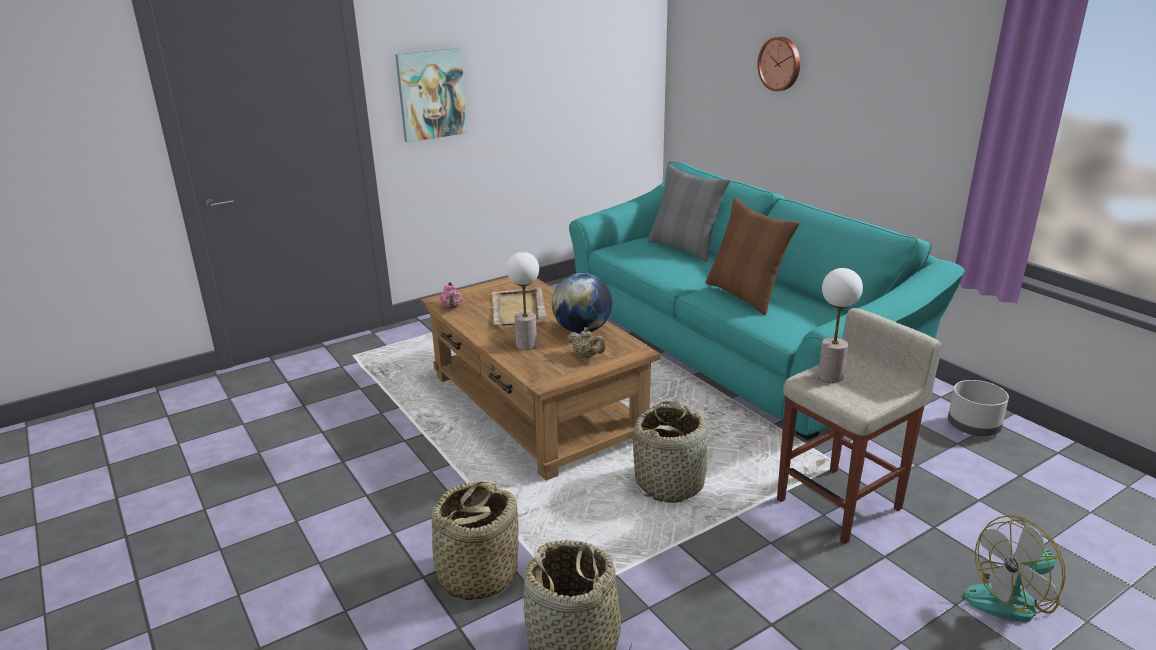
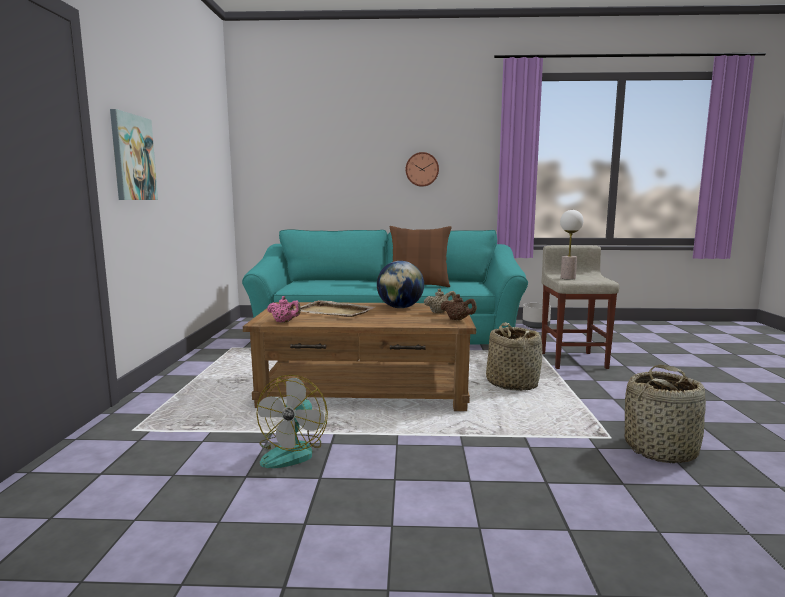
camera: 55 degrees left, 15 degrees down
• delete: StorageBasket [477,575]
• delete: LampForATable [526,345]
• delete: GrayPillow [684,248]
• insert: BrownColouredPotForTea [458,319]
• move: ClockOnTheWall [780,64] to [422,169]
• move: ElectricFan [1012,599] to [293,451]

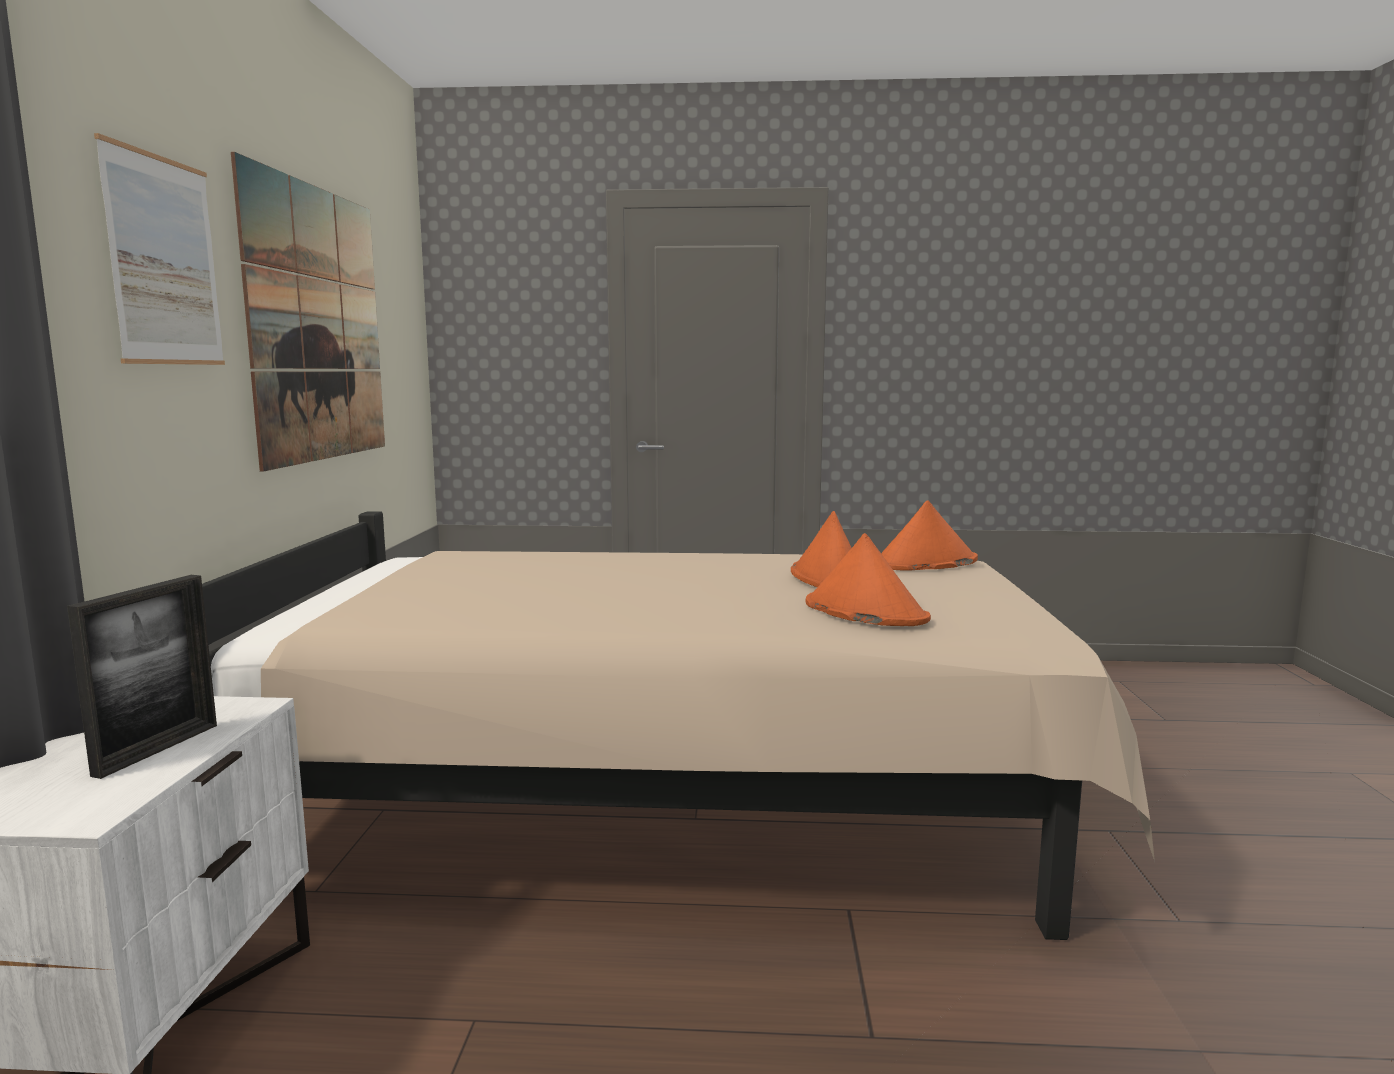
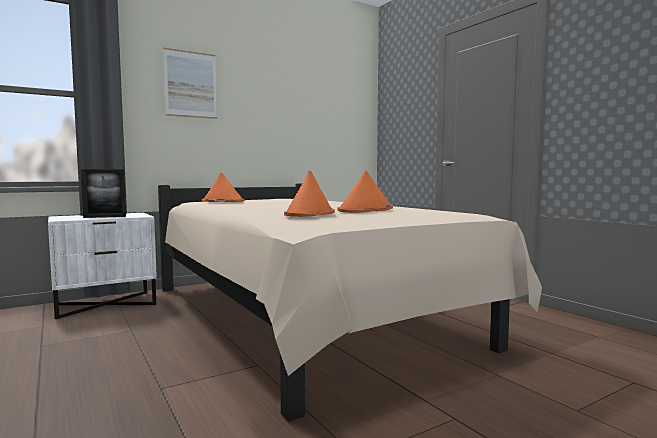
camera: 55 degrees right, 5 degrees down
• delete: Picture [317,324]
• move: OrangeWearableHat [925,563] to [222,201]

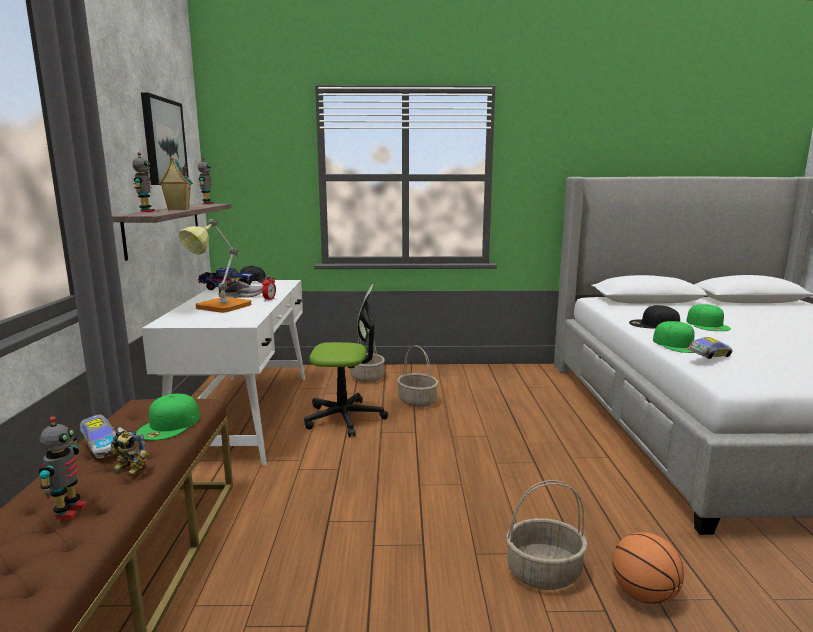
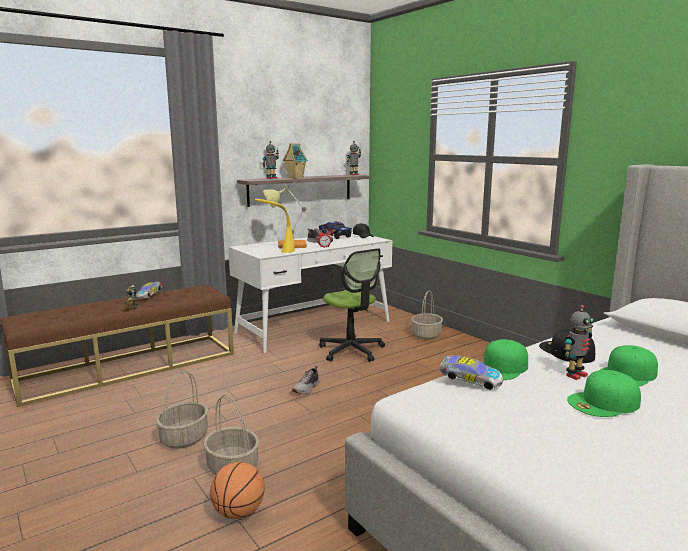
camera: 55 degrees right, 0 degrees up
• delete: Picture [163,142]
• insert: YellowColouredLampForATable [276,254]
• insert: Shoe [307,388]
• move: ToyRobot [69,511] to [575,375]
• move: GreenCap [169,425] to [604,403]
• move: StorageBasket [417,401] to [184,438]

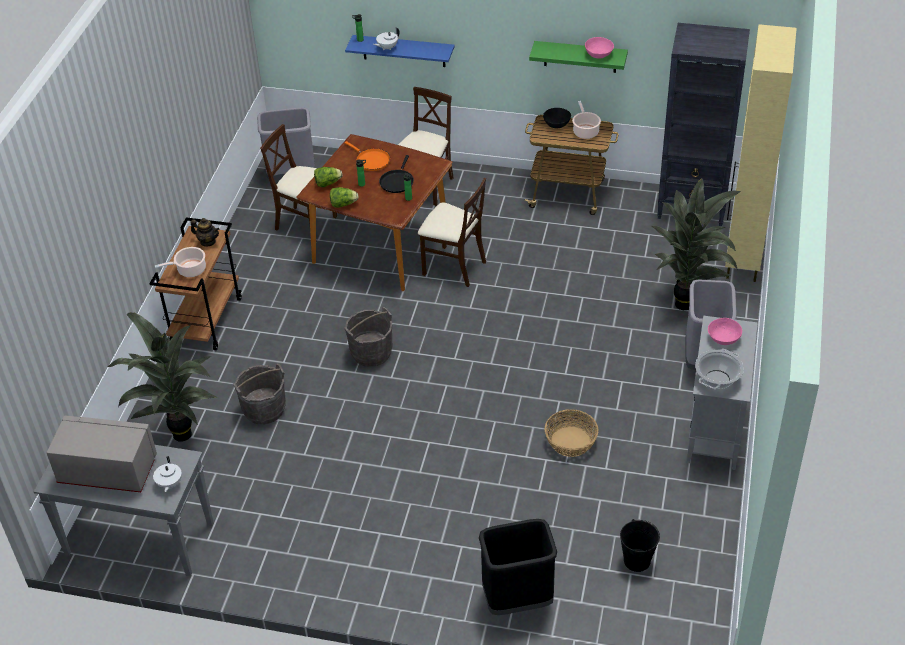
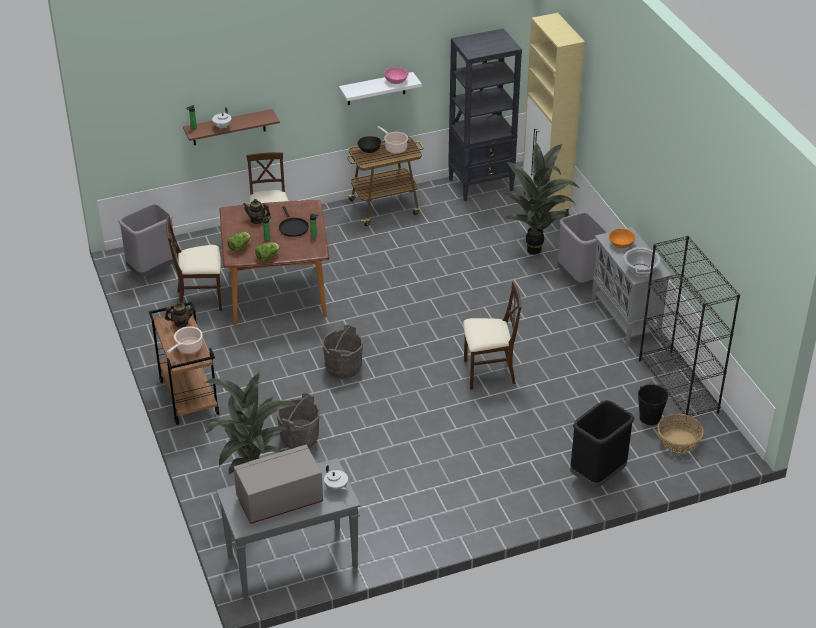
camera: 35 degrees left, 5 degrees down
• insert: BlackColouredBookcase [678,386]
• move: BeigeColouredUprightChair [454,267] to [488,373]
• move: StorageBasket [571,441] to [678,440]
• replace: OrangeFryingPan [371,160] to PotForTea [257,220]
• recolor: BluishBracketShelf [403,51] to BrownColouredBracketShelf [229,127]
• recolor: GreenBracketShelf [580,57] to WhitishBracketShelf [376,89]
• recolor: PinkColouredDeepDish [723,339] to OrangeDeepDish [621,244]

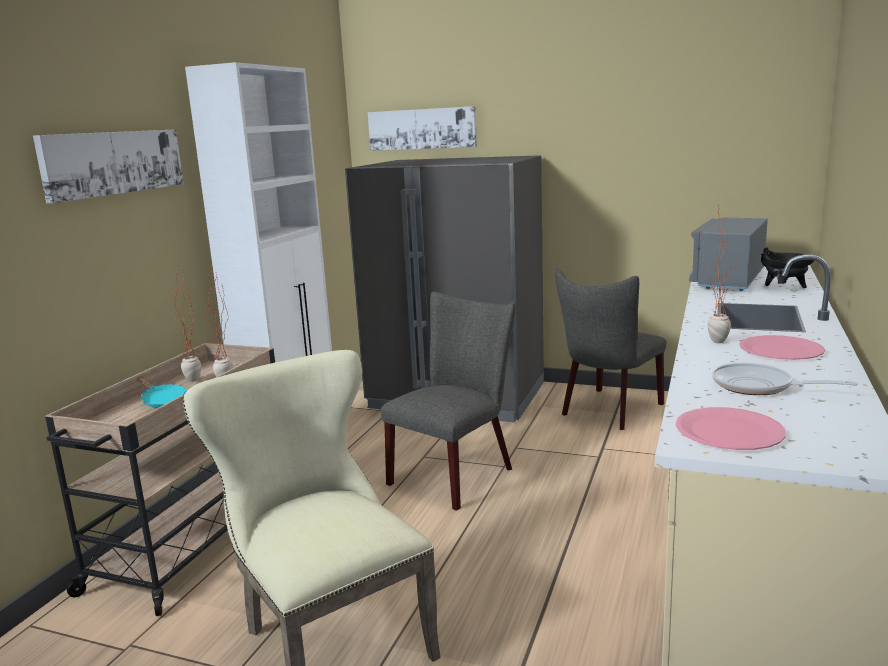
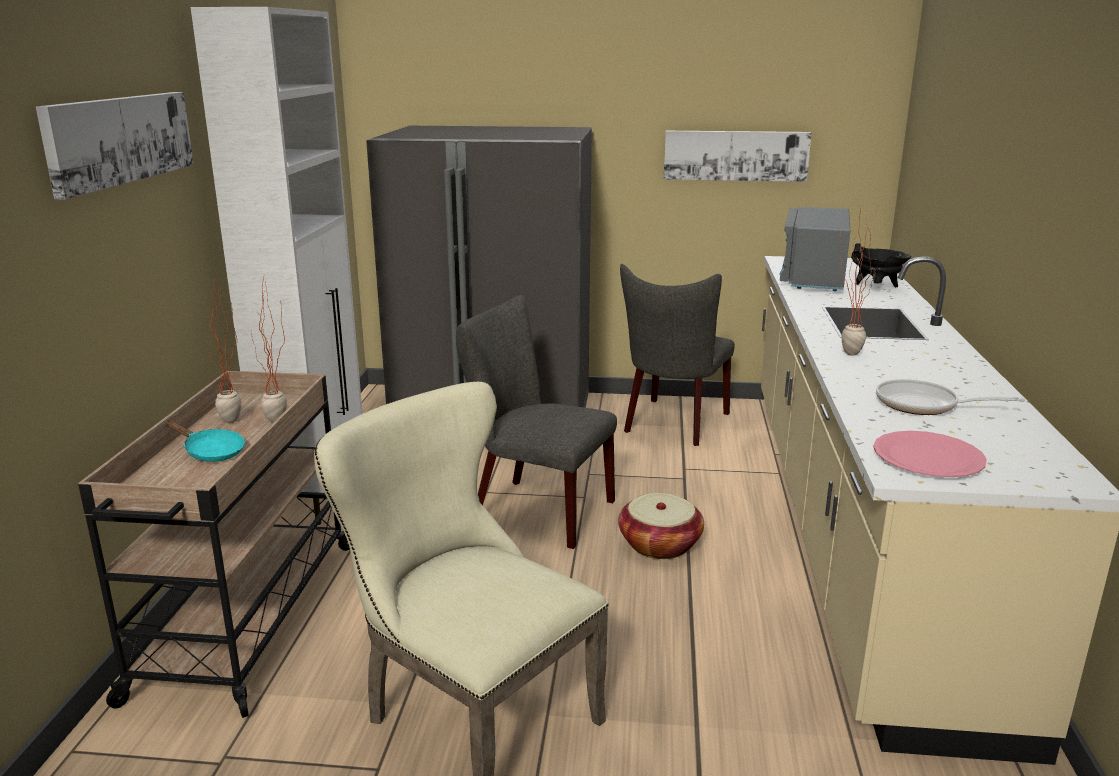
camera: 15 degrees left, 5 degrees up
• delete: PinkColouredFlatDish [780,350]
• insert: StorageBasket [659,545]
• move: Picture [422,129] to [735,155]
• rotate: GrayUprightChair [457,473] = [534,509] 90 degrees counterclockwise

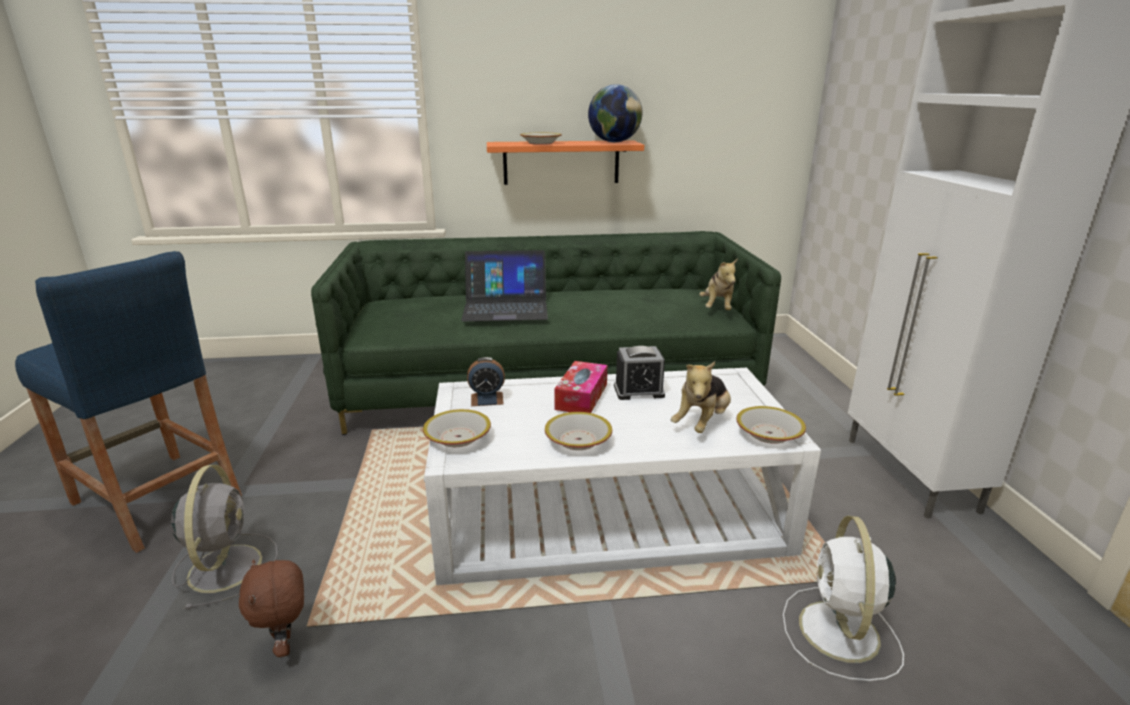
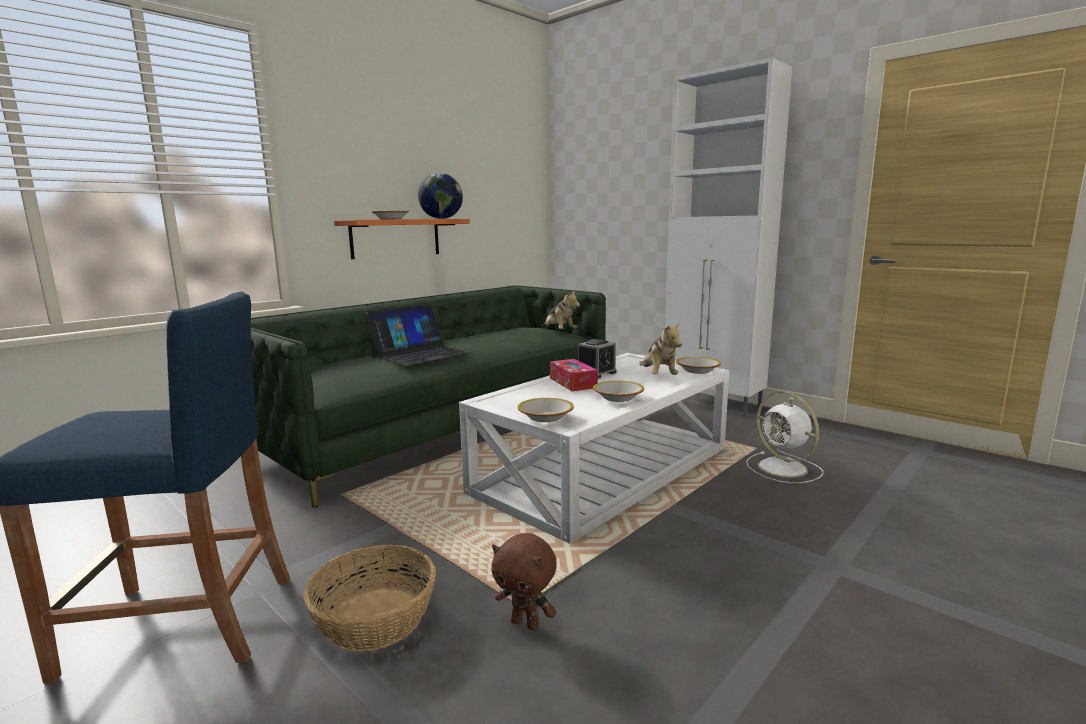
camera: 40 degrees left, 10 degrees down
• delete: TableClock [487,399]
• replace: GrayElectricFan [226,566] to StorageBasket [374,619]

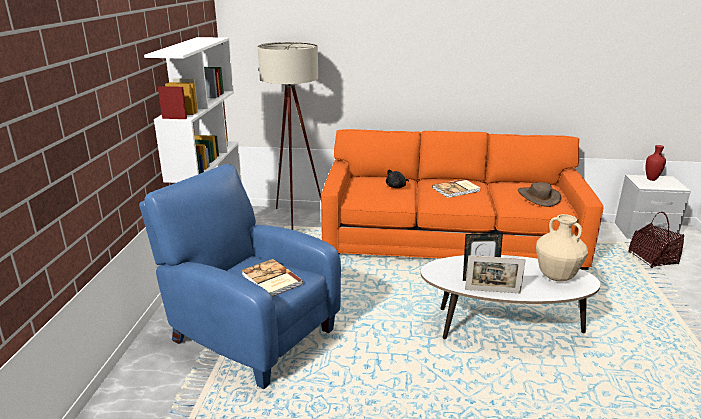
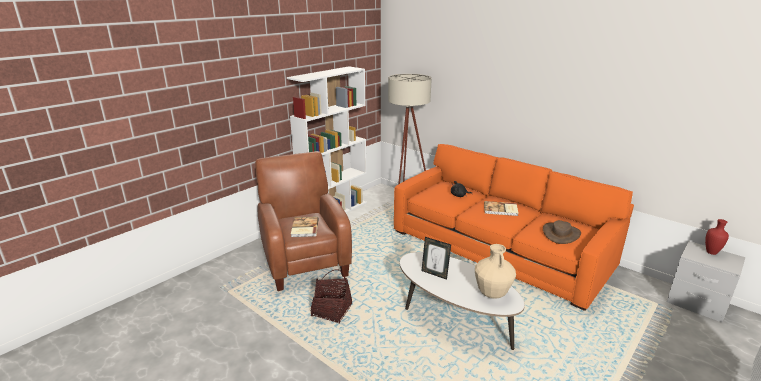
camera: 35 degrees right, 0 degrees up
• delete: PictureFrame [492,291]
• move: StorageBasket [652,258] to [331,311]
• recolor: BluishEasyChair [249,333] to BrownColouredEasyChair [304,260]

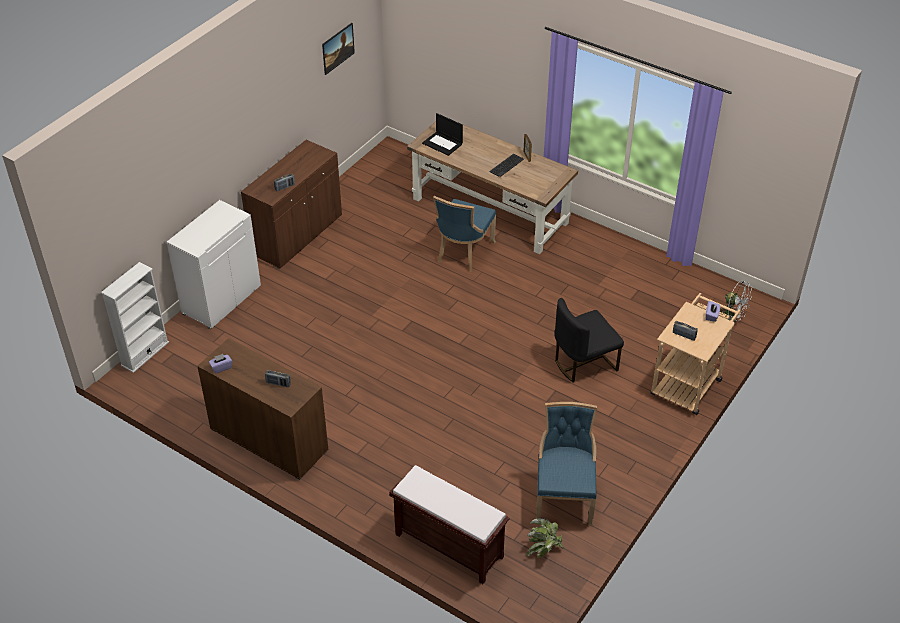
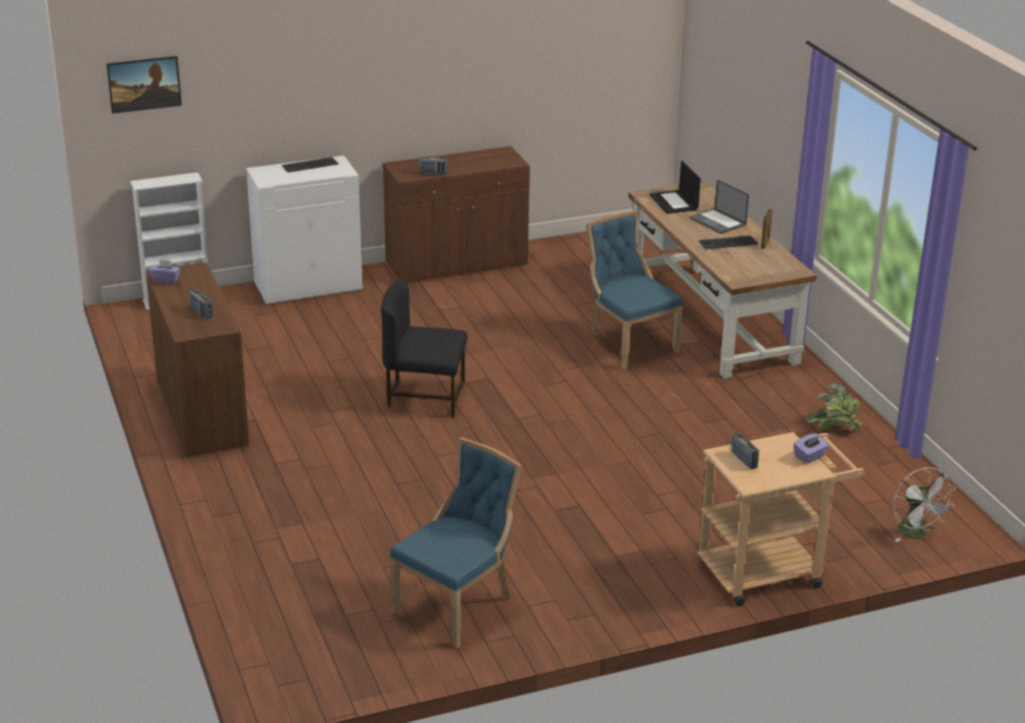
camera: 35 degrees right, 15 degrees down
• delete: BrownColouredIndoorBench [447,545]
• insert: Keyboard [310,165]
• insert: NotebookComputer [718,222]
• move: Picture [338,56] to [145,96]
• move: PottedPlant [544,548] to [834,428]
• move: BlackColouredUprightChair [584,363] to [425,397]
• rotate: BluishUprightChair [463,253] = [628,344] 90 degrees clockwise

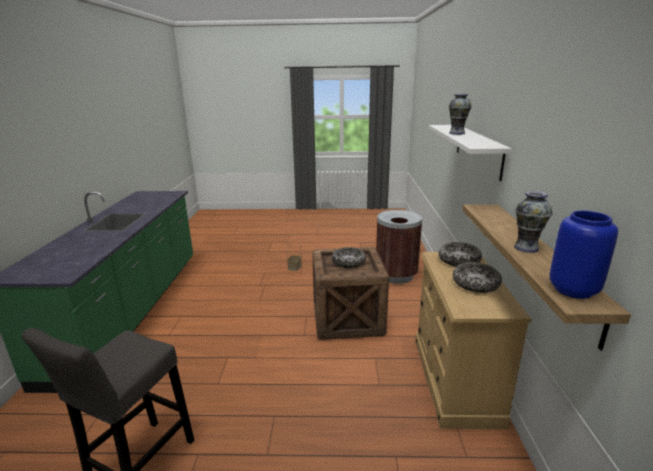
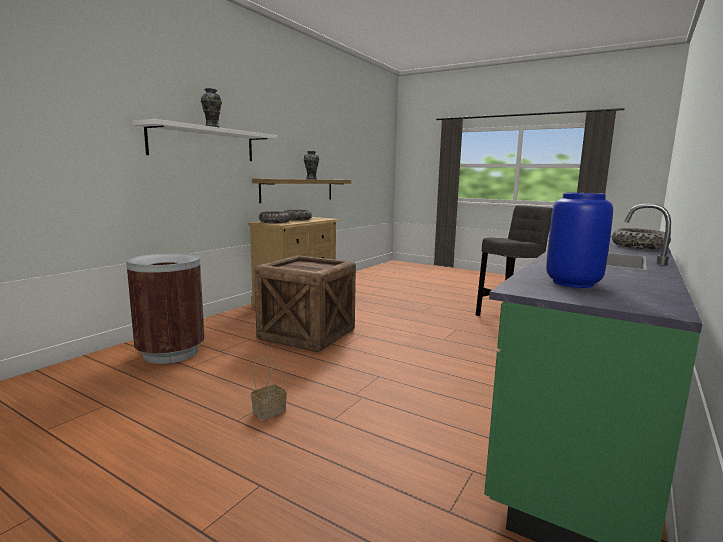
camera: 150 degrees left, 10 degrees down
• move: DeepDish [348,262] to [639,246]
• move: BluishDecorativeVase [572,289] to [573,283]

